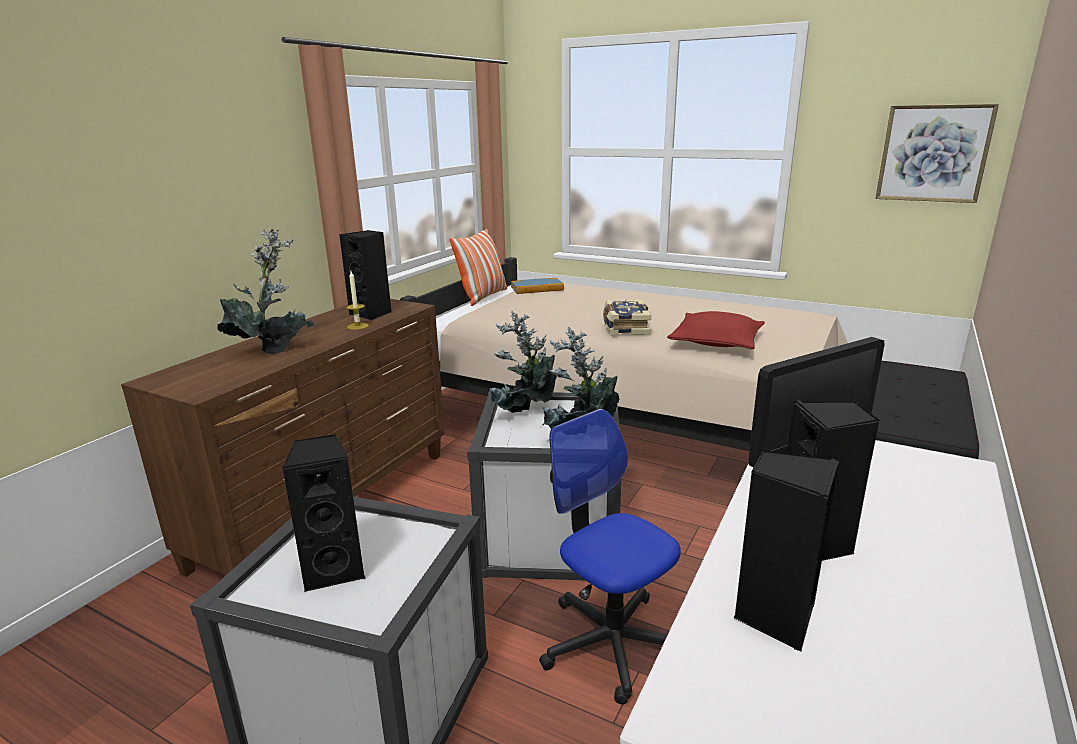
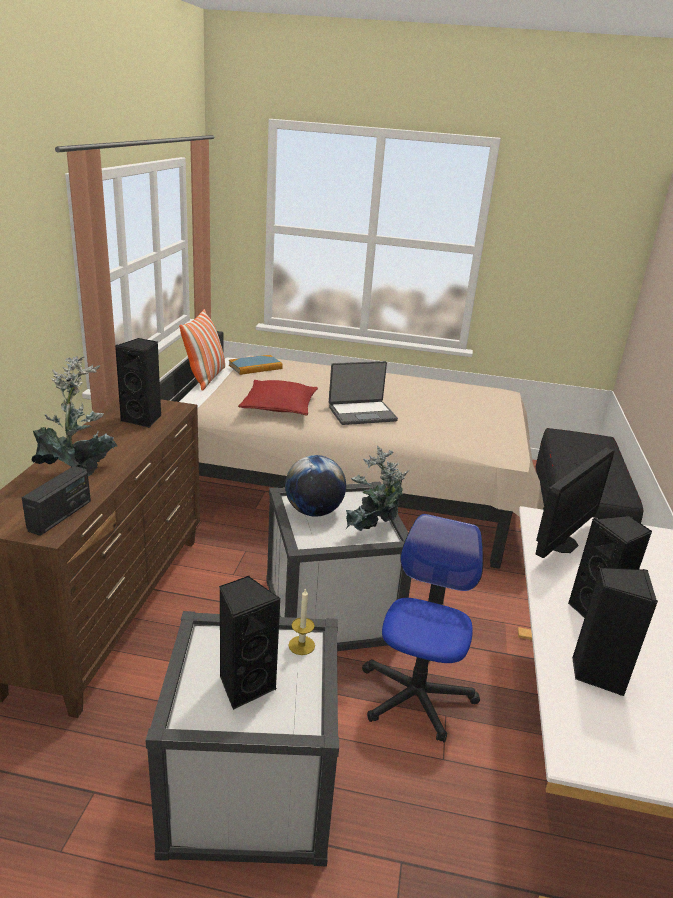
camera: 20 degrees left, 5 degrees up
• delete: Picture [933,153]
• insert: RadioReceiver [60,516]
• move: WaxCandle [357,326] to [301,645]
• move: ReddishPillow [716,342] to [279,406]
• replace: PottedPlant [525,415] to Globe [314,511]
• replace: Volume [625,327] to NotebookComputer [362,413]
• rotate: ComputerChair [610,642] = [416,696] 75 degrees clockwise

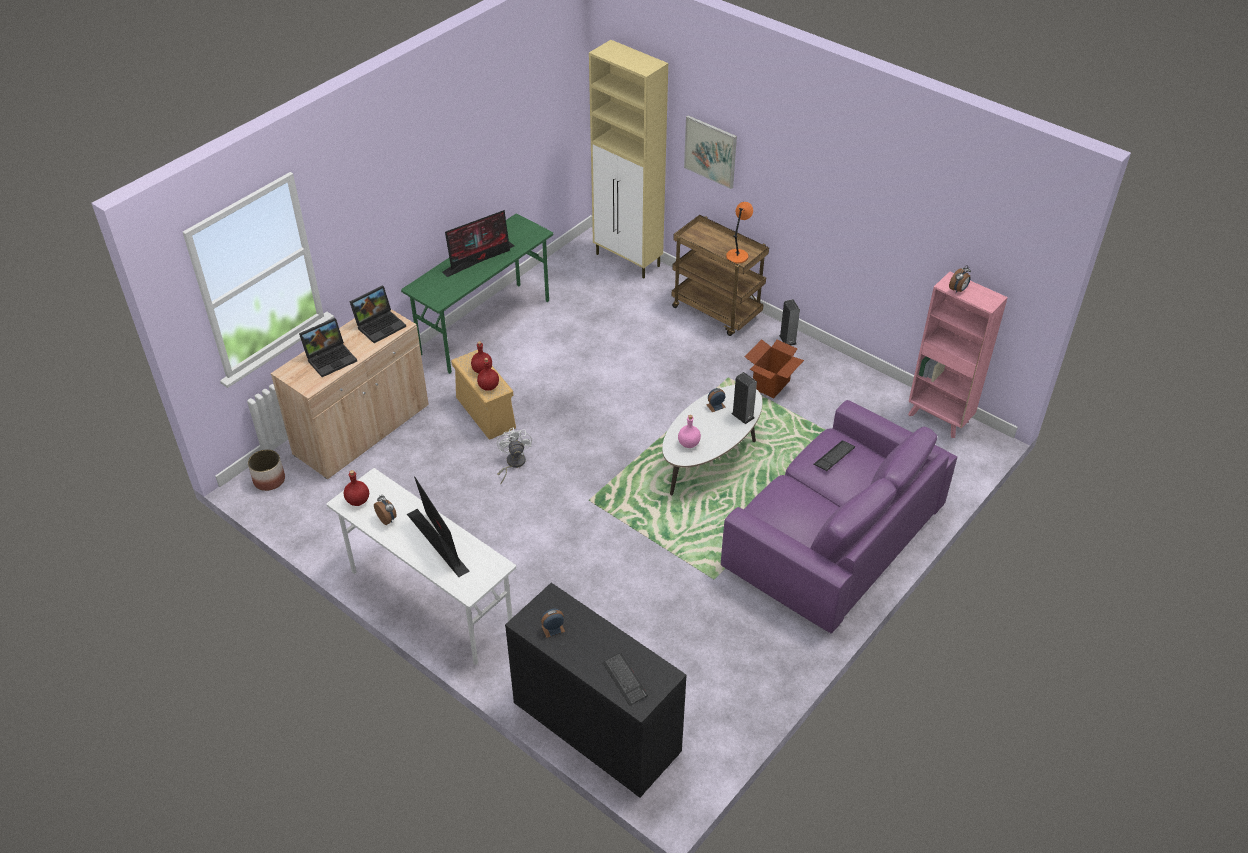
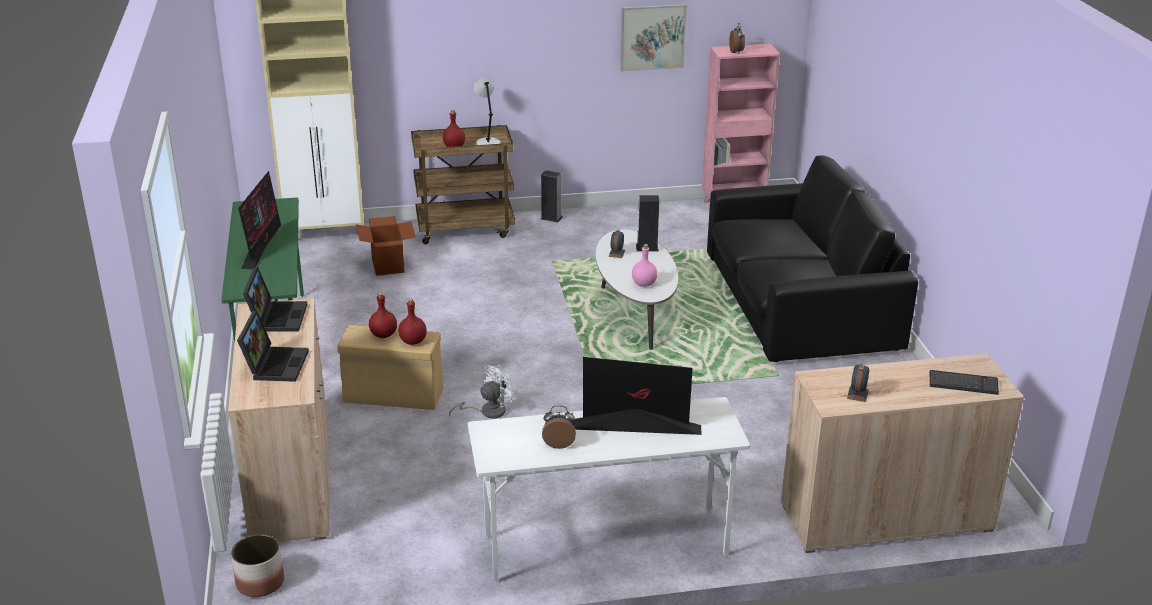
camera: 50 degrees left, 15 degrees down
• delete: Keyboard [834,456]
• move: ReddishDrinkBottle [358,501] to [454,147]
• move: Picture [710,151] to [652,37]
• move: CardboardBox [771,384] to [388,266]
• recolor: BlackColouredCupboard [596,727] to BeigeColouredCupboard [885,517]
• recolor: PurpleColouredSettee [832,535] to BlackColouredSettee [798,302]
• recolor: OrangeLampForATable [737,255] to GrayLampForATable [487,143]
• rotate: WhitishElectricFan [513,464] = [487,411] 105 degrees clockwise

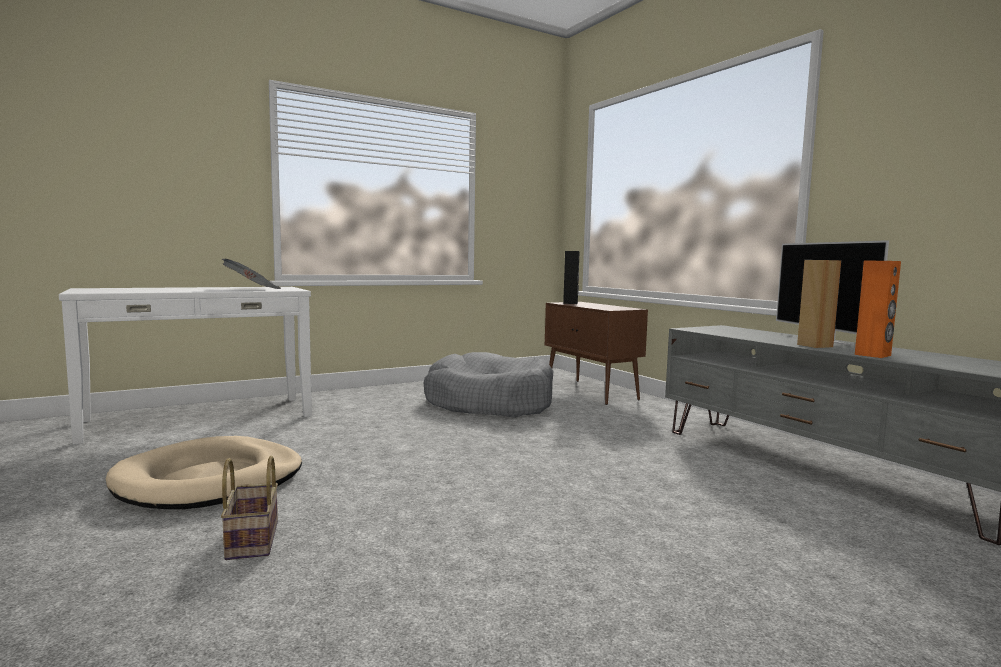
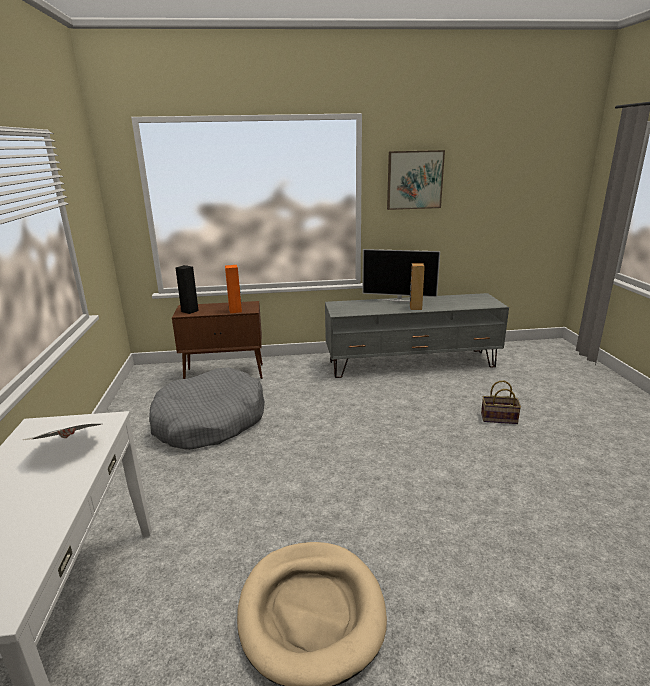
camera: 65 degrees left, 15 degrees up
• insert: Picture [414,180]
• move: StorageBasket [251,539] to [498,418]
• move: OrangeSpeaker [873,355] to [235,310]

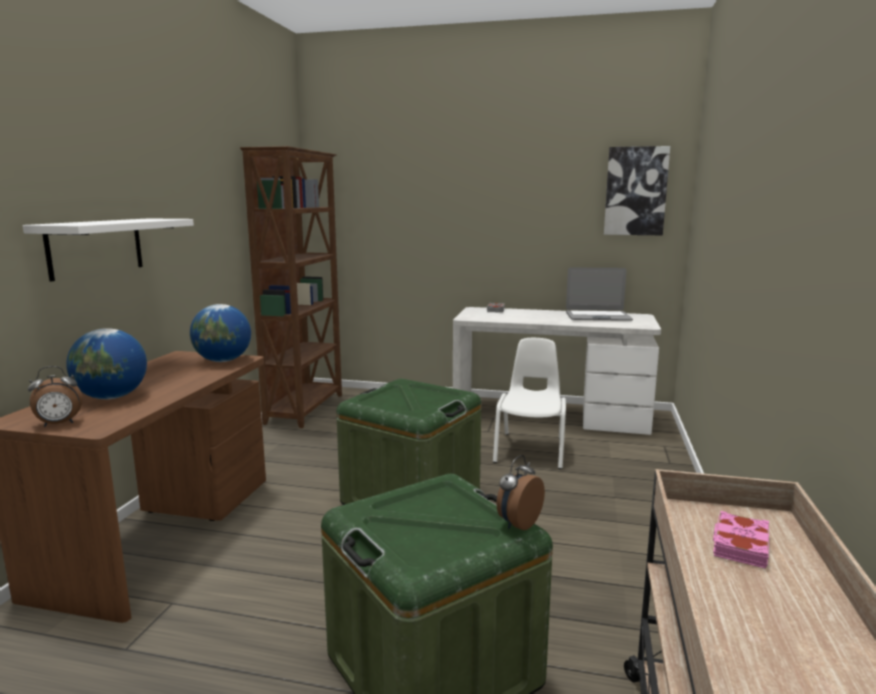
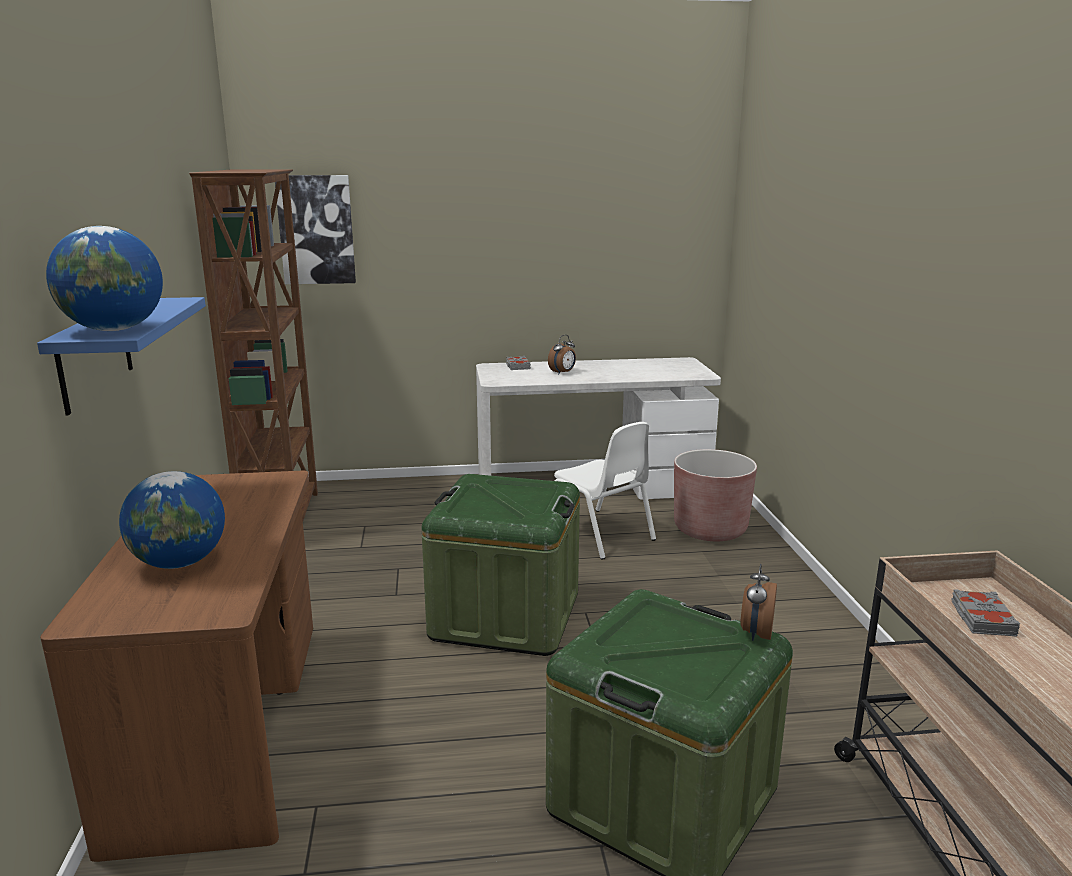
camera: 20 degrees left, 5 degrees up
• delete: NotebookComputer [597,317]
• insert: BrownColouredPlanter [710,529]
• move: TableClock [59,424] to [563,373]
• move: Globe [223,361] to [114,330]
• move: Picture [635,191] to [316,230]
• recolor: WhitishBracketShelf [96,247] to BluishBracketShelf [95,354]
• recolor: PinkColouredVolume [739,545] to GrayVolume [981,618]
• rotate: WhitishUprightChair [531,450] = [599,534] 150 degrees clockwise

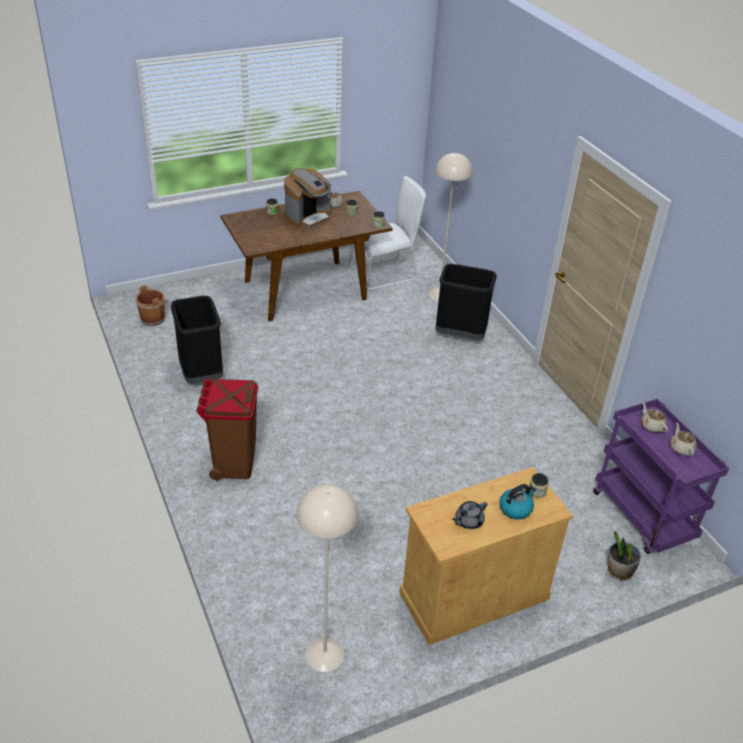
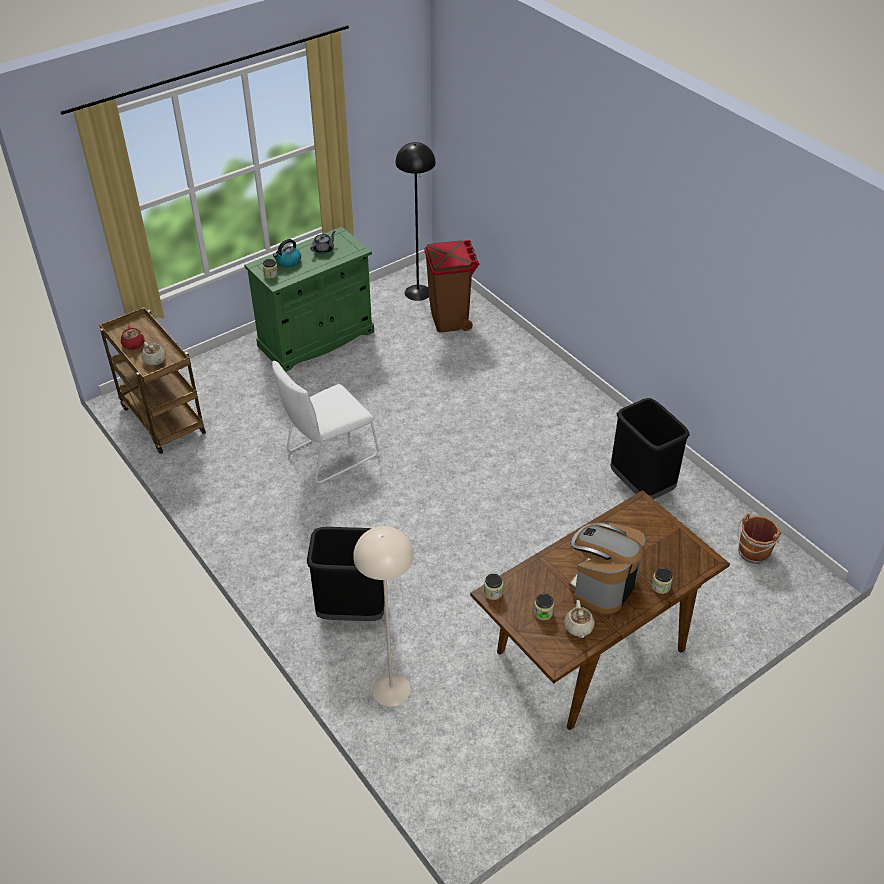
camera: 170 degrees right, 5 degrees up
• delete: PottedPlant [619,571]
• move: BrownColouredTrashCan [233,463] to [450,319]
• move: WhitishUprightChair [385,273] to [328,455]
• recolor: BeigeColouredStandingLamp [325,654] to BlackColouredStandingLamp [417,292]
• recolor: BeigeColouredCupboard [473,596] to GreenCupboard [316,339]
• recolor: PurpleColouredTrolley [644,517] to BrownColouredTrolley [161,419]
• recolor: BeigeColouredPotForTea [681,448] to ReddishPotForTea [133,345]

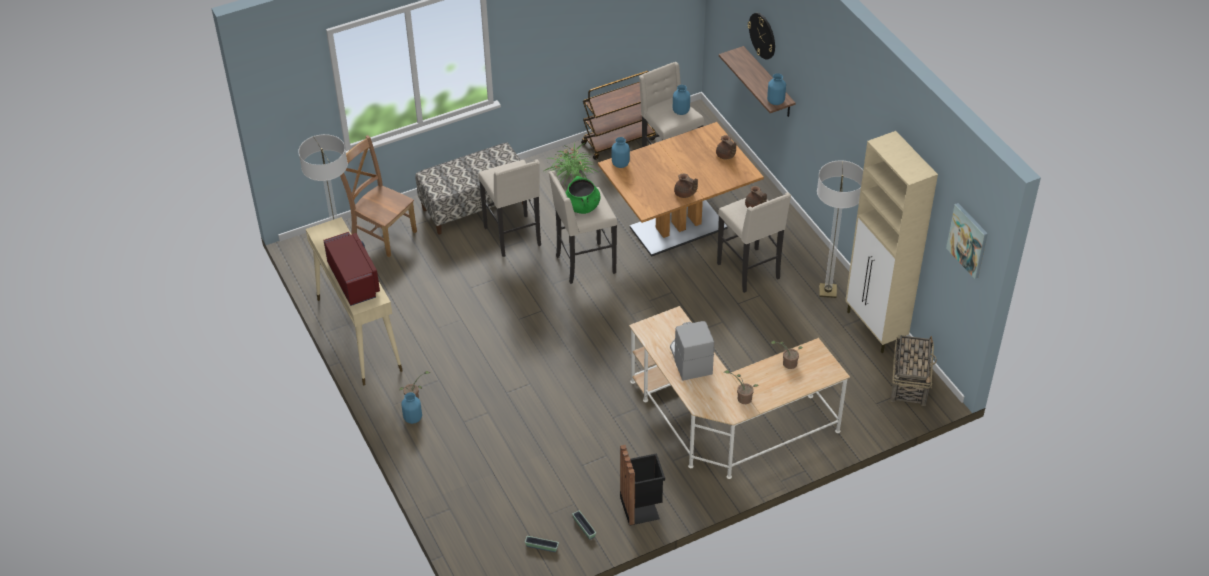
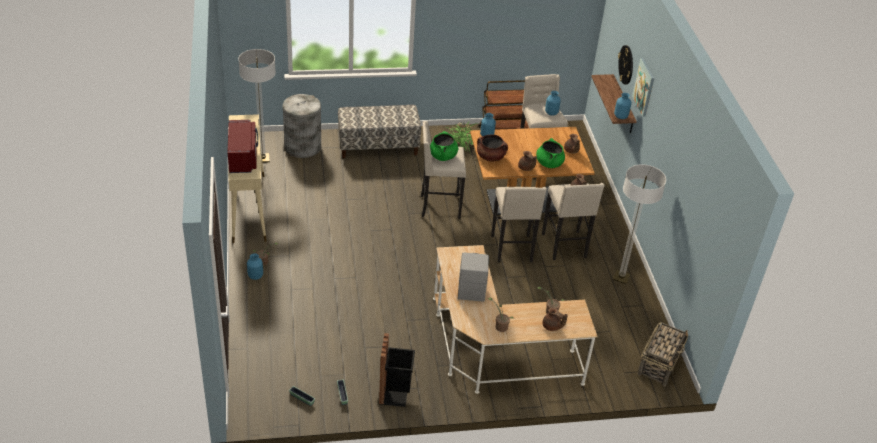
camera: 15 degrees right, 5 degrees down
• delete: BeigeColouredCupboard [875,328]
• insert: BrownColouredCookingPot [491,157]
• insert: GreenCookingPot [549,163]
• insert: BrownColouredPotForTea [552,327]
• move: BeigeColouredStool [514,237] to [512,250]
• move: Picture [968,240] to [644,87]
• replace: BrownColouredUprightChair [382,233] to GrayTrashCan [303,147]

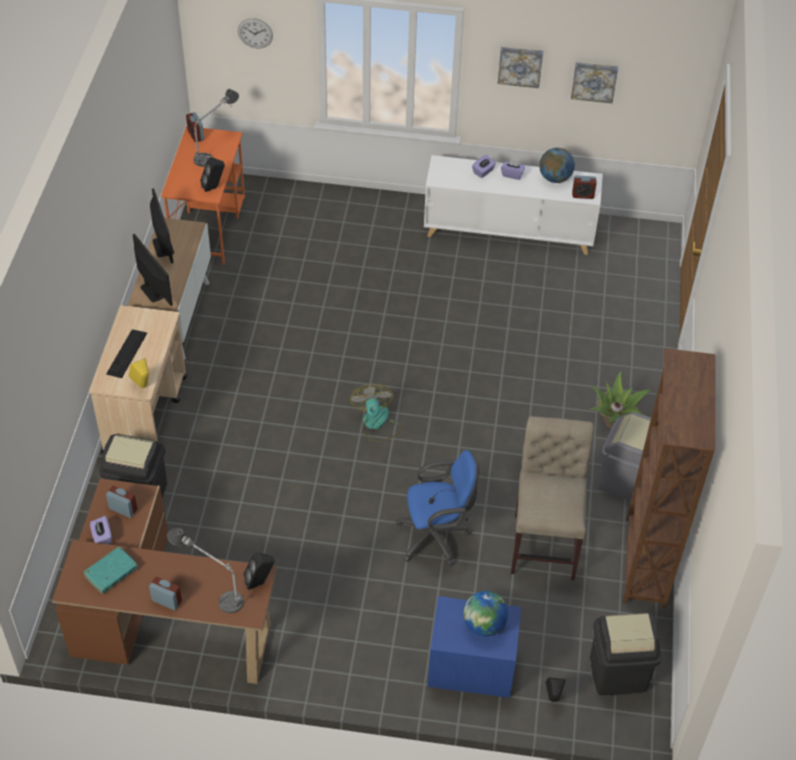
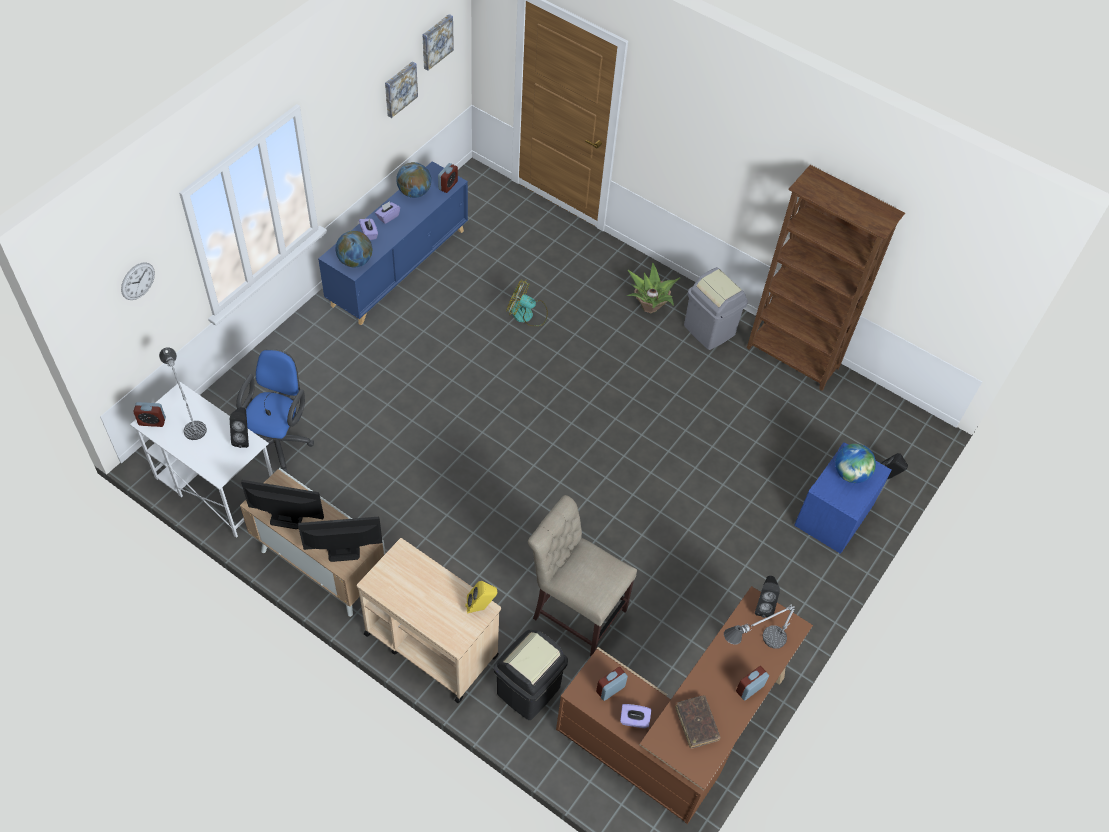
camera: 65 degrees left, 5 degrees up
• delete: Keyboard [126,353]
• delete: BlackColouredTrashCan [618,673]
• insert: Globe [355,261]
• move: ElectricFan [377,424] to [527,314]
• move: BluishComputerChair [437,537] to [280,441]
• move: Picture [520,66] to [436,41]
• move: BeigeColouredUprightChair [545,541] to [575,611]
• recolor: TurquoiseVolume [111,573] to BrownColouredVolume [696,723]
• recolor: OrangeDesk [209,226] to WhitishDesk [215,487]
• recolor: WhitishCupboard [509,232] to BluishCupboard [399,267]

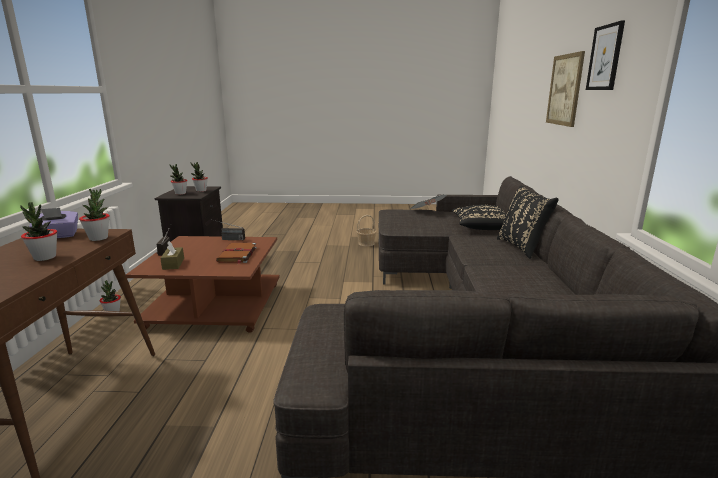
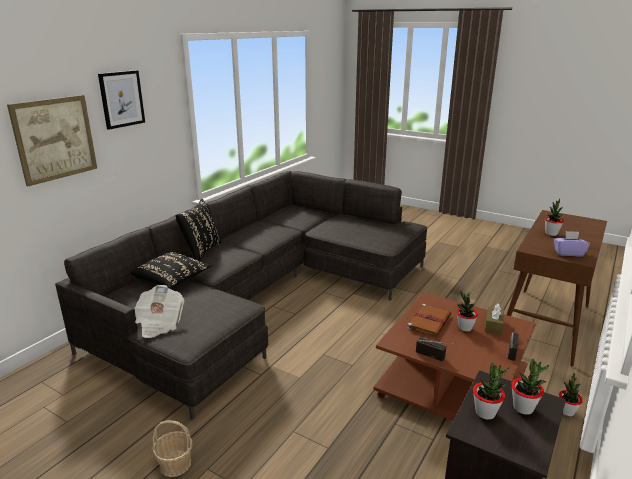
camera: 150 degrees left, 5 degrees up
• move: PottedPlant [98,238] to [465,328]

